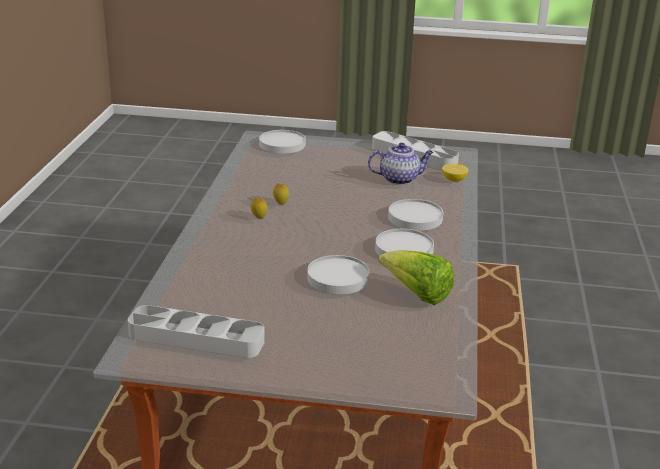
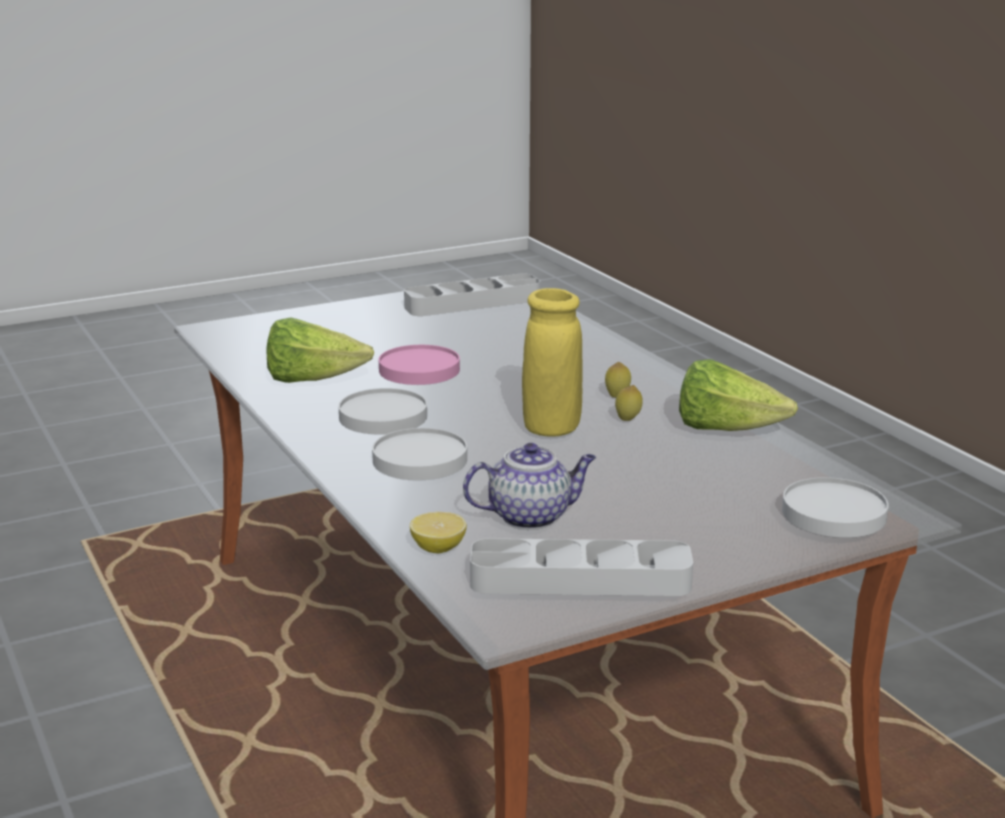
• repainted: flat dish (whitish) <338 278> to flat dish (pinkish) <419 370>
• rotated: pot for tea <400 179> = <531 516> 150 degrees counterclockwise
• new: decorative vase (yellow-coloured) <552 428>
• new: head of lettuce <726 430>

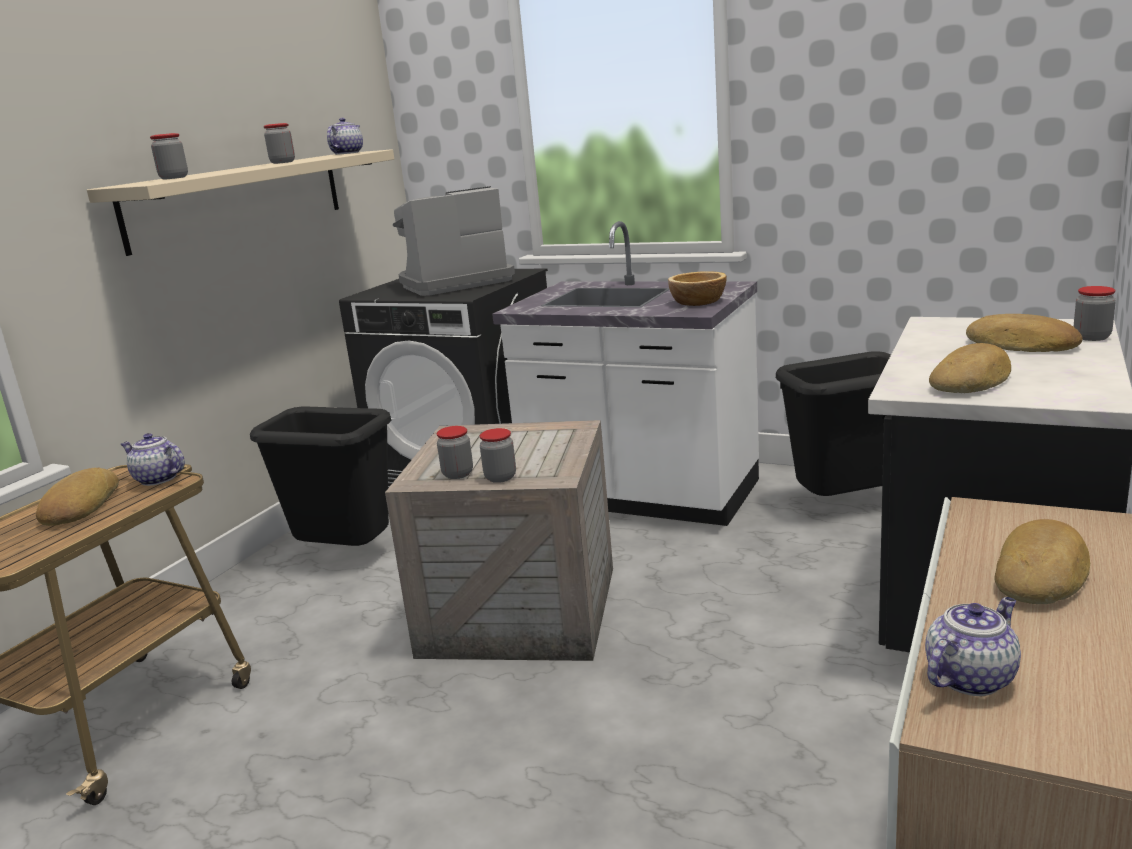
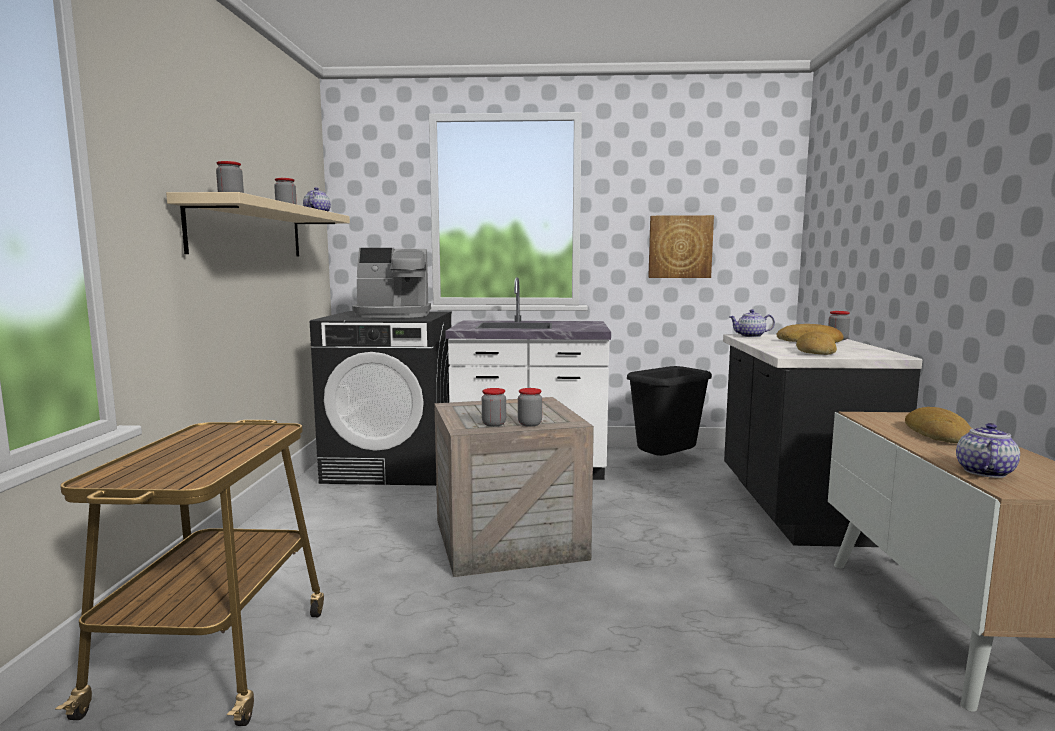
• gone: baked bread <79 506>
• shifted: pot for tea <157 479> to <750 336>
• gone: trash can (black) <347 557>
• rotated: coffee machine <453 283> = <393 315> 135 degrees counterclockwise
• gone: bowl <698 302>
• new: picture <680 247>

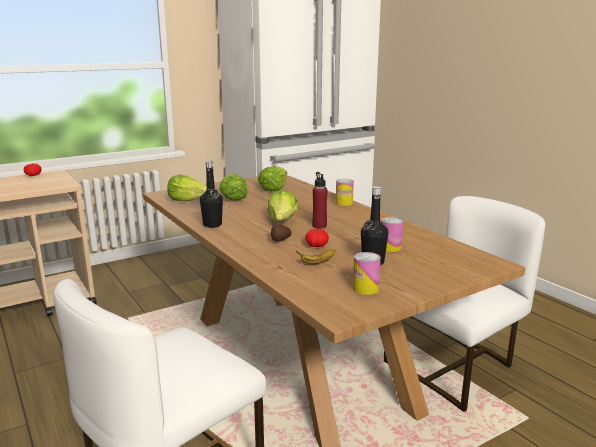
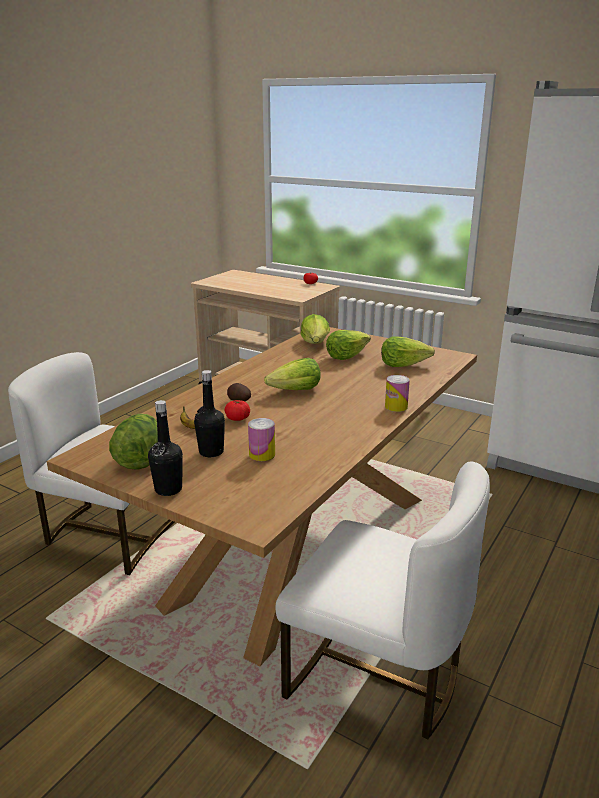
• shifted: bottle (black) <212 225> to <168 489>
• gone: bottle (red-coloured) <319 226>
• swapped: sealed can <365 289> to head of lettuce <140 459>

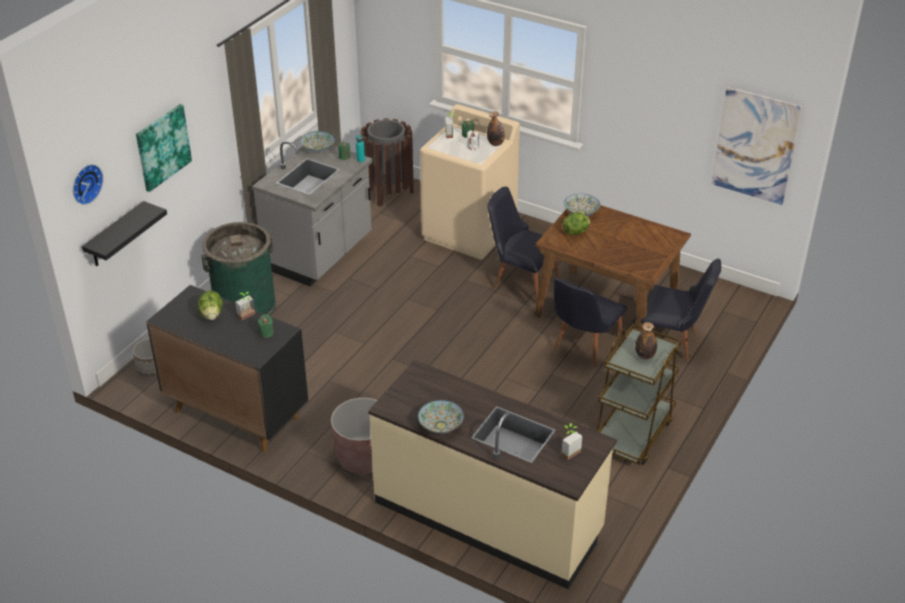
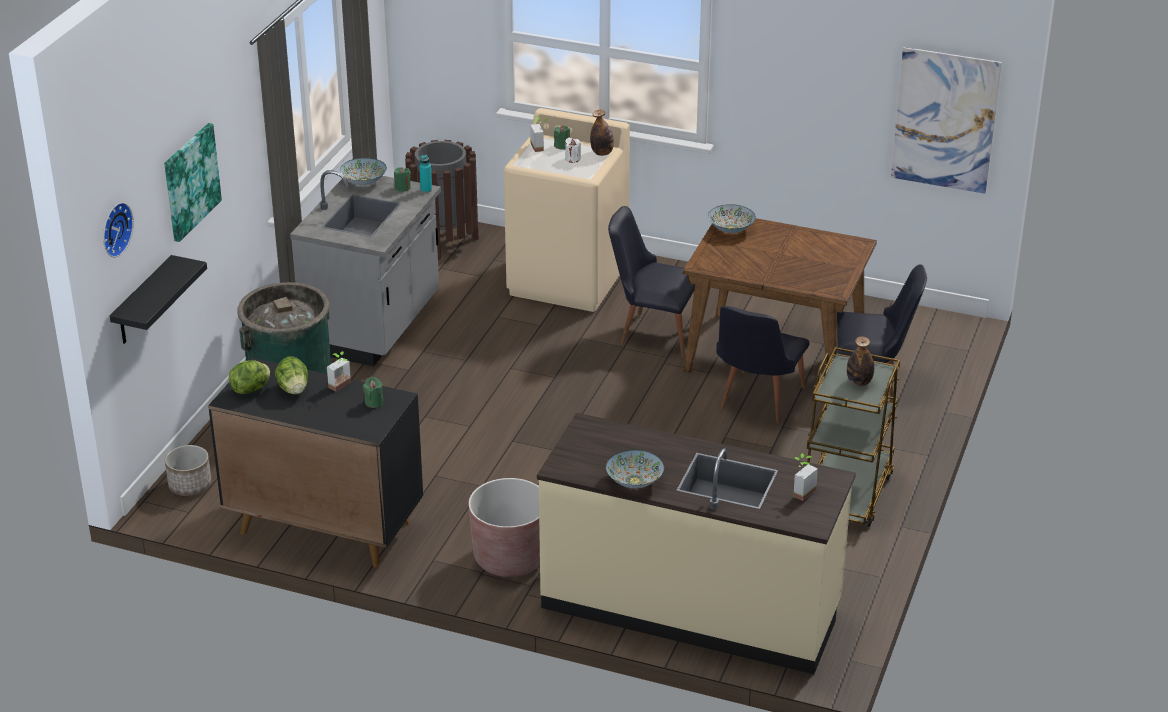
• shifted: head of lettuce <576 232> to <251 389>

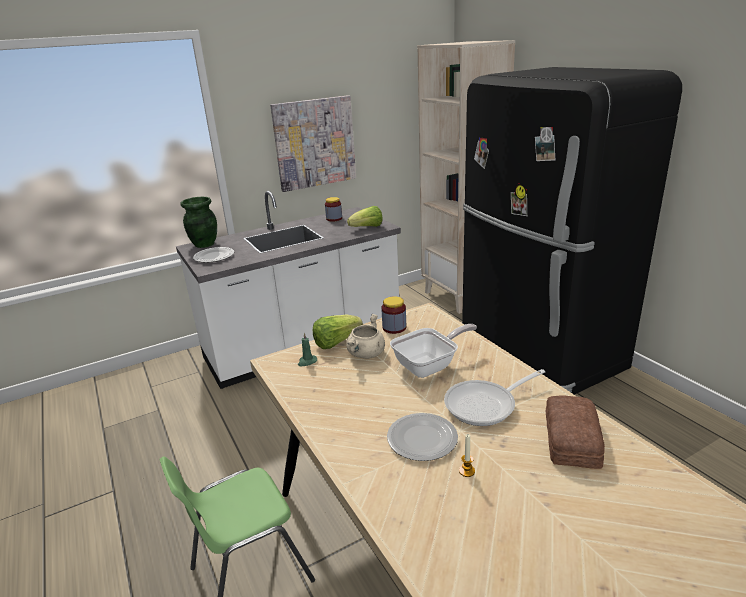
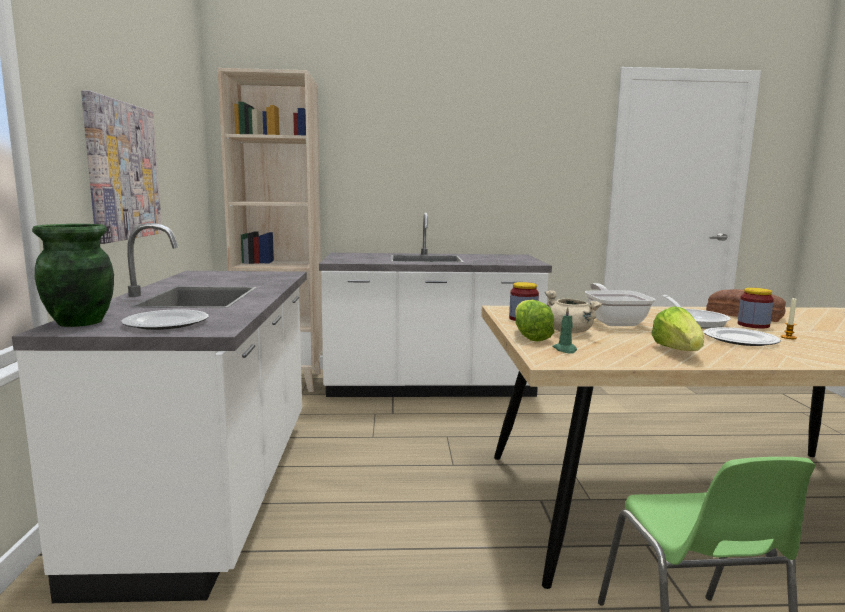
• shifted: storage jar <334 219> to <753 325>
• shifted: head of lettuce <367 227> to <677 351>
• swapped: fridge (black) <537 352> to kitchen base unit (whitish) <430 387>

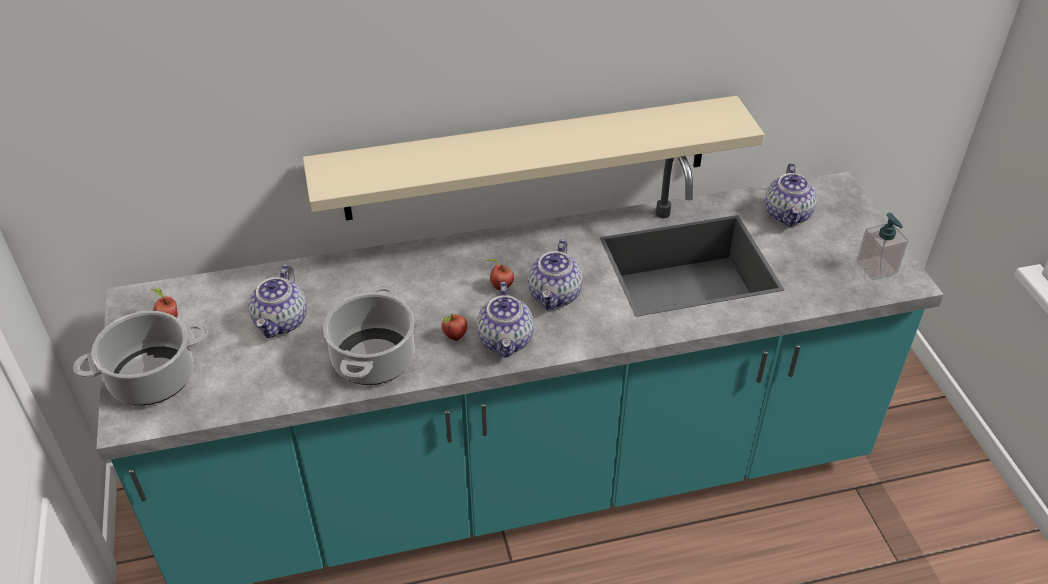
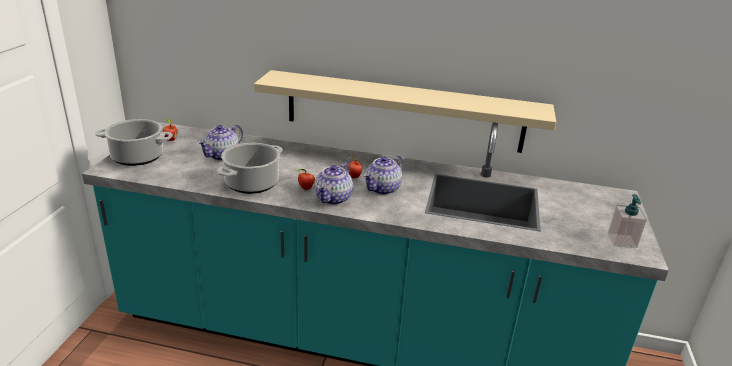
• gone: pot for tea <788 215>

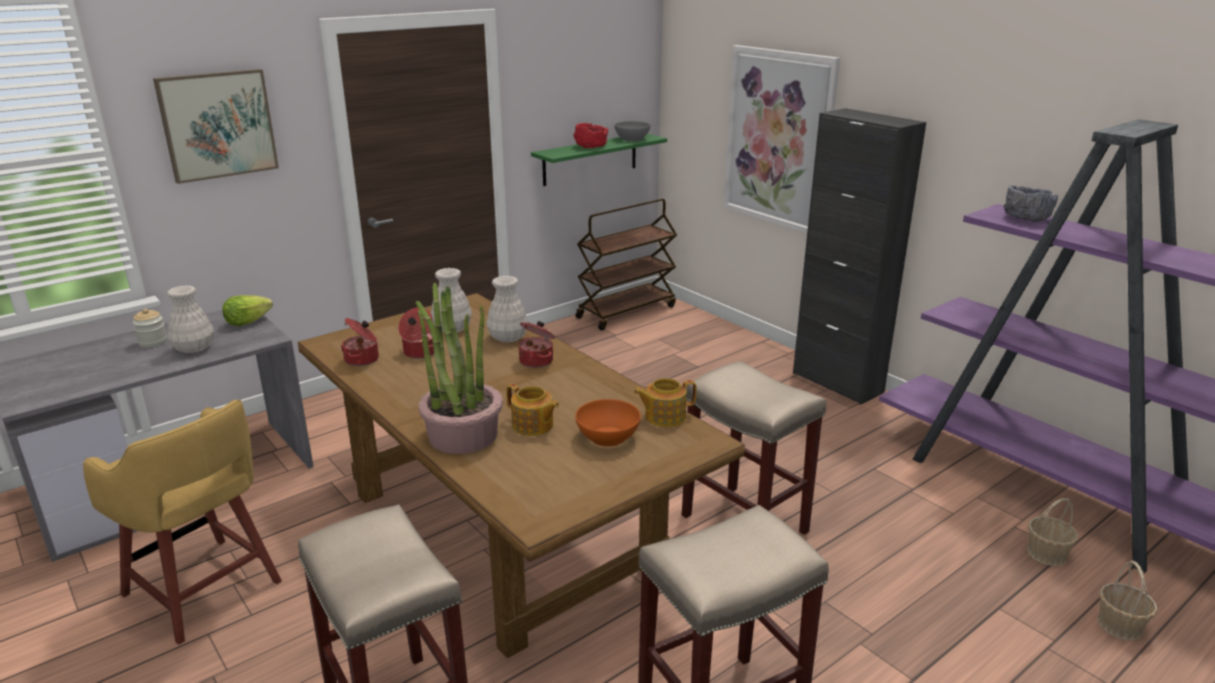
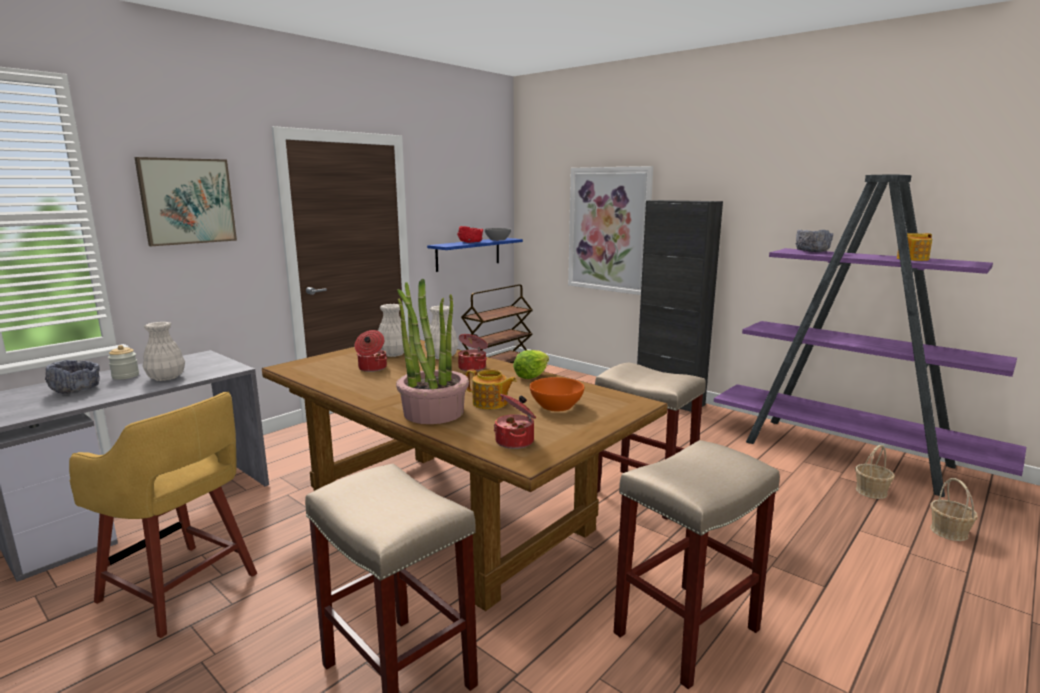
• shifted: head of lettuce <247 322> to <531 376>
• shifted: stockpot <363 359> to <516 441>
• repainted: bracket shelf (greenish) <590 159> to bracket shelf (bluish) <468 254>
• shifted: pot for tea <664 416> to <911 259>
• new: bowl (greyish) <76 389>

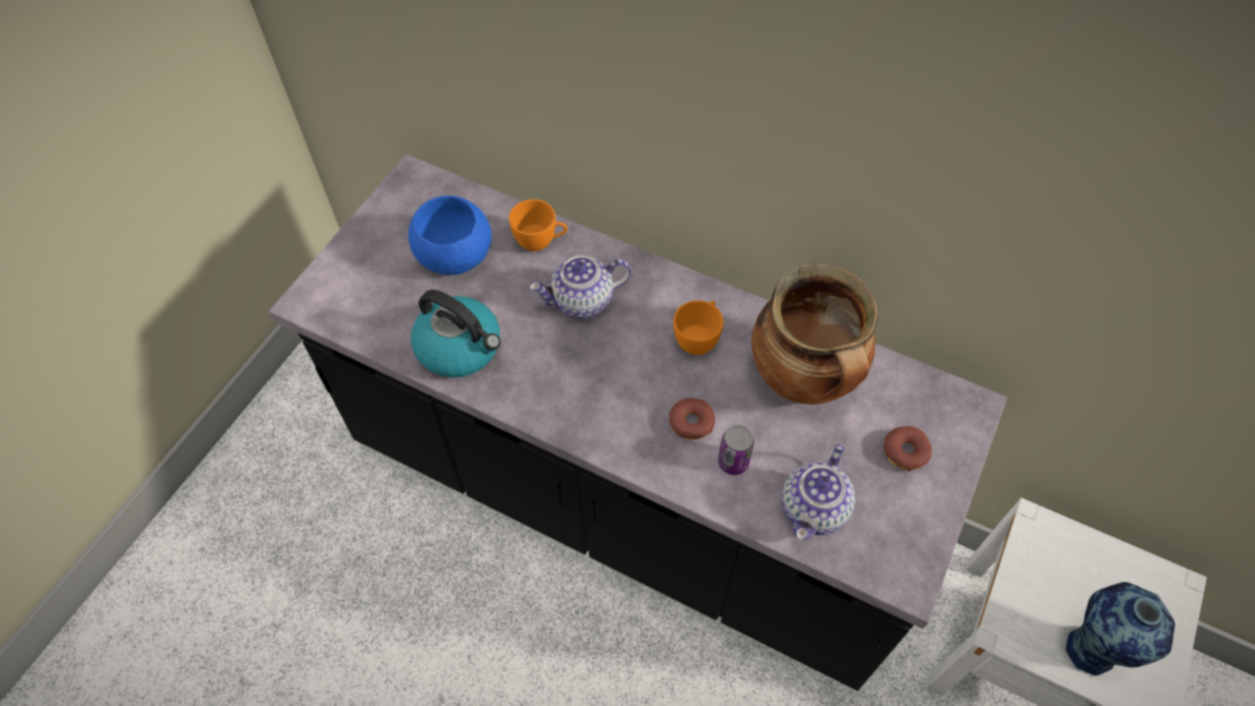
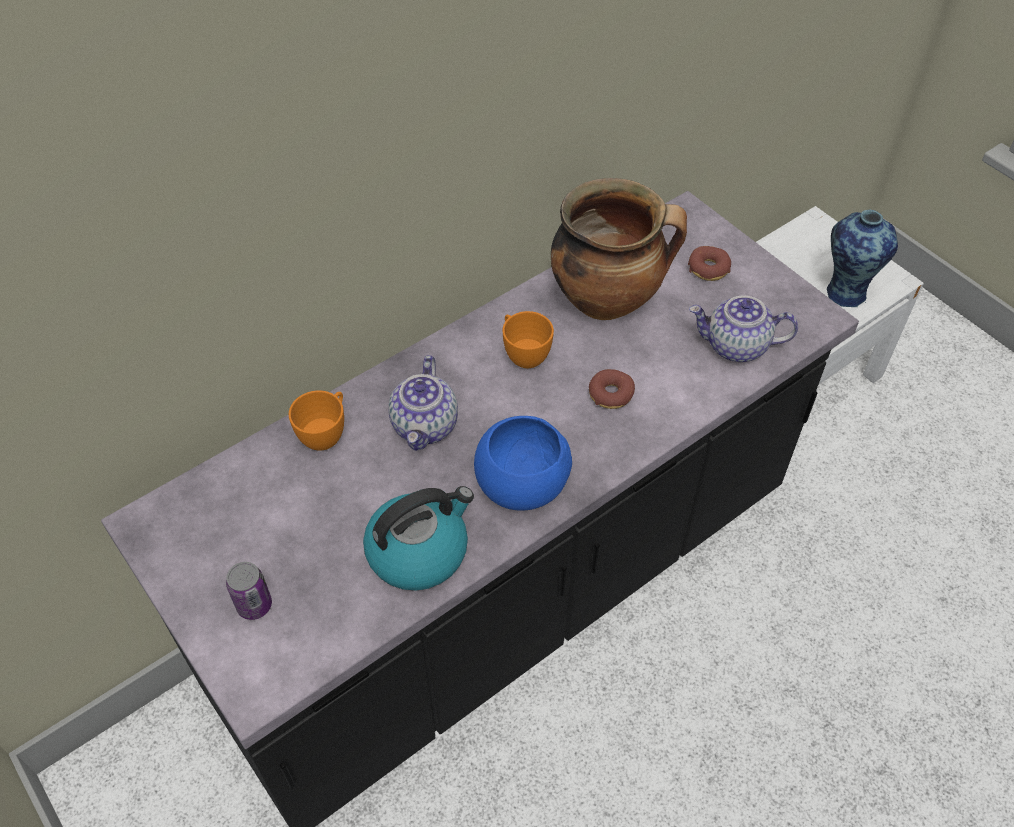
• shifted: bowl (bluish) <453 257> to <523 486>
• shifted: sealed can <733 462> to <254 605>
• rotated: pot for tea <814 510> = <735 346> 135 degrees clockwise

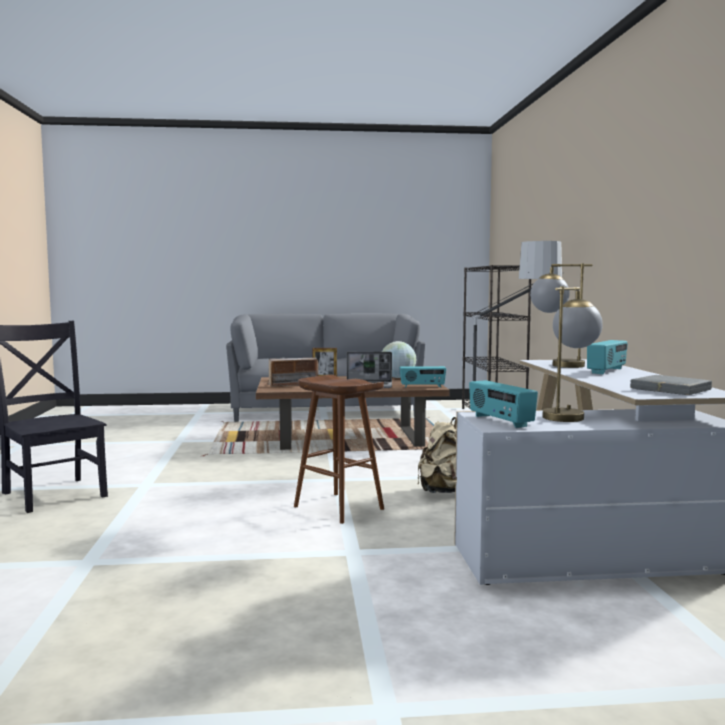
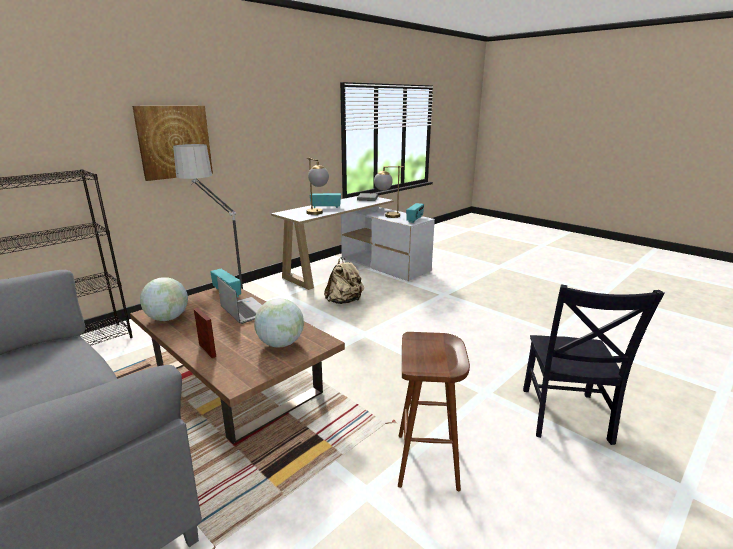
• swapped: radio set <293 385> to globe <280 344>
• shifted: stool (brownish) <337 508> to <428 462>
• new: picture <174 142>

